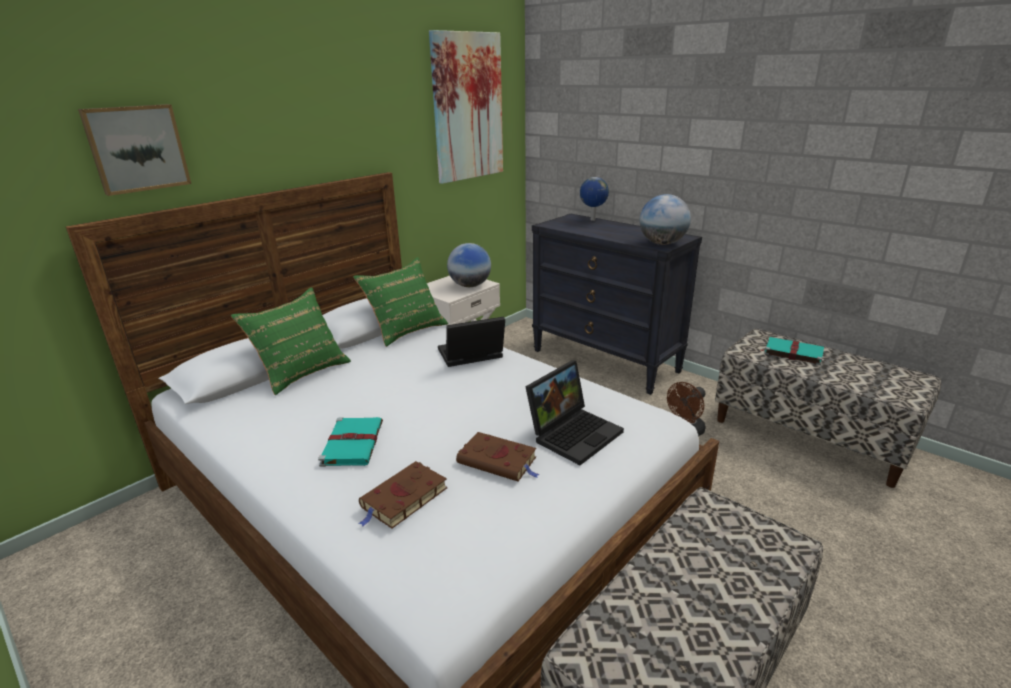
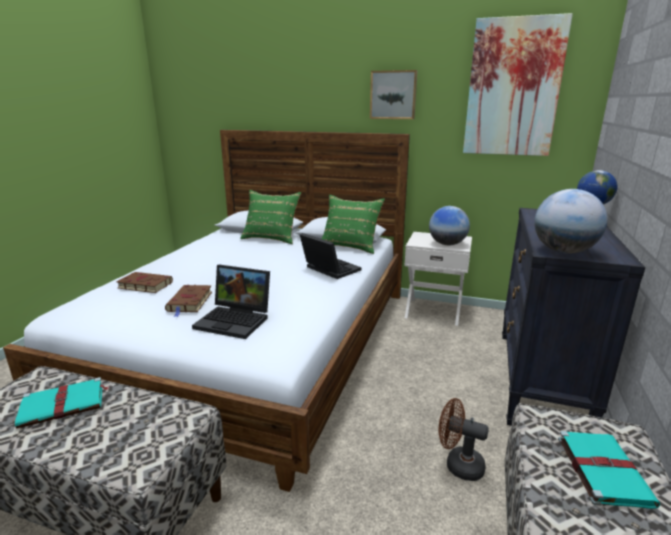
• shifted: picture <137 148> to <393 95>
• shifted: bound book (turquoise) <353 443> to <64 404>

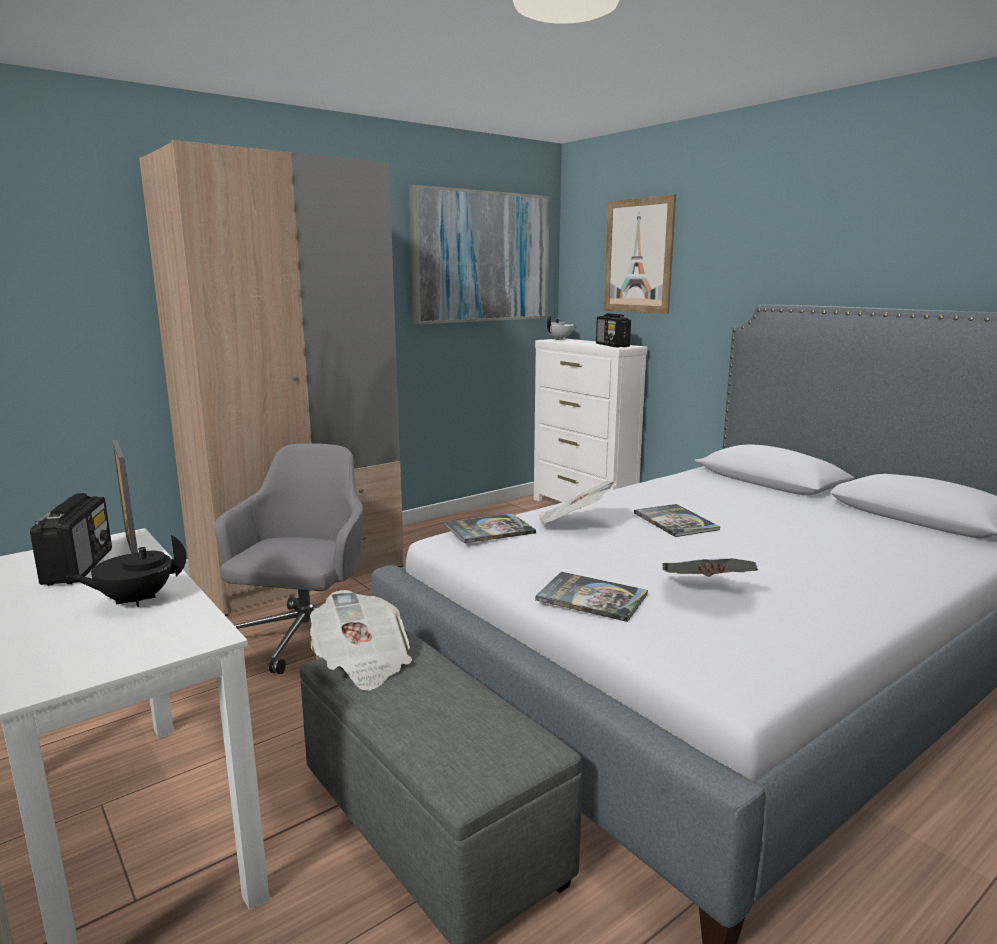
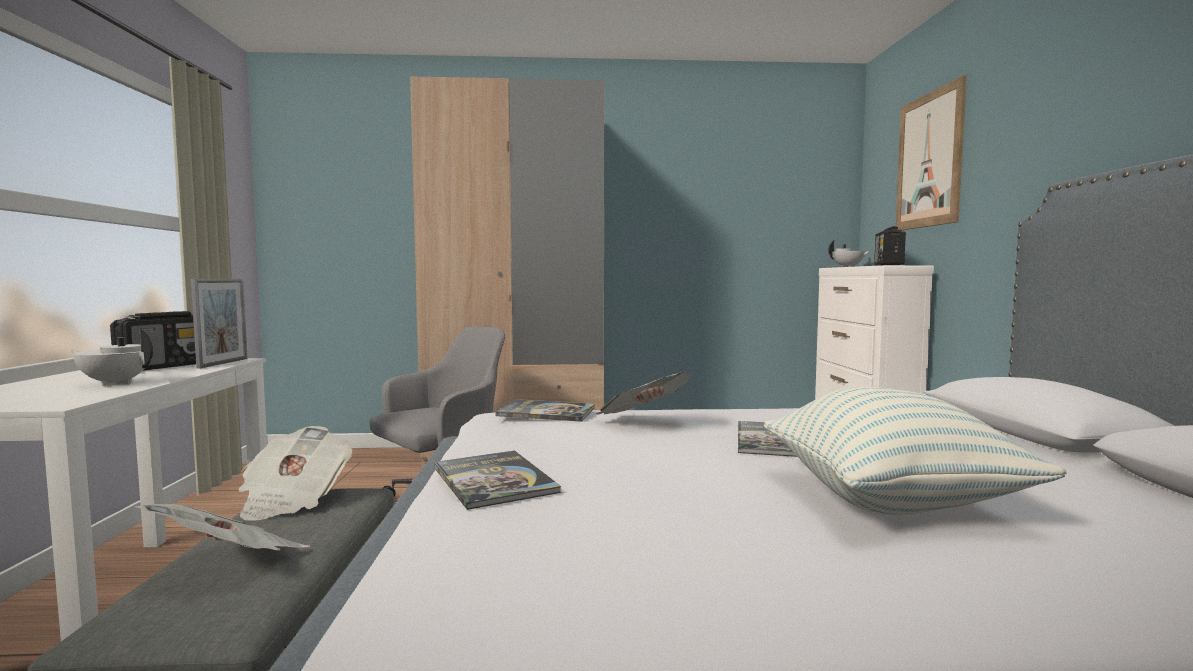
• repainted: pot for tea (black) <135 600> to pot for tea (whitish) <115 383>
• gone: picture <480 257>
• shifted: newspaper <706 592> to <231 563>
• new: cushion <890 501>

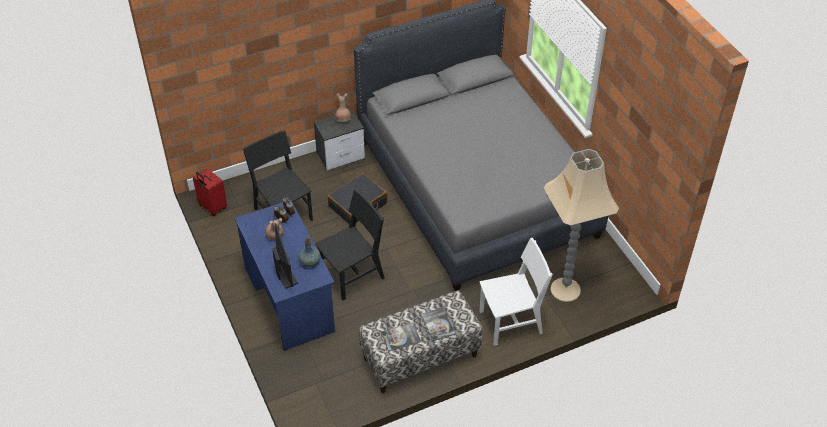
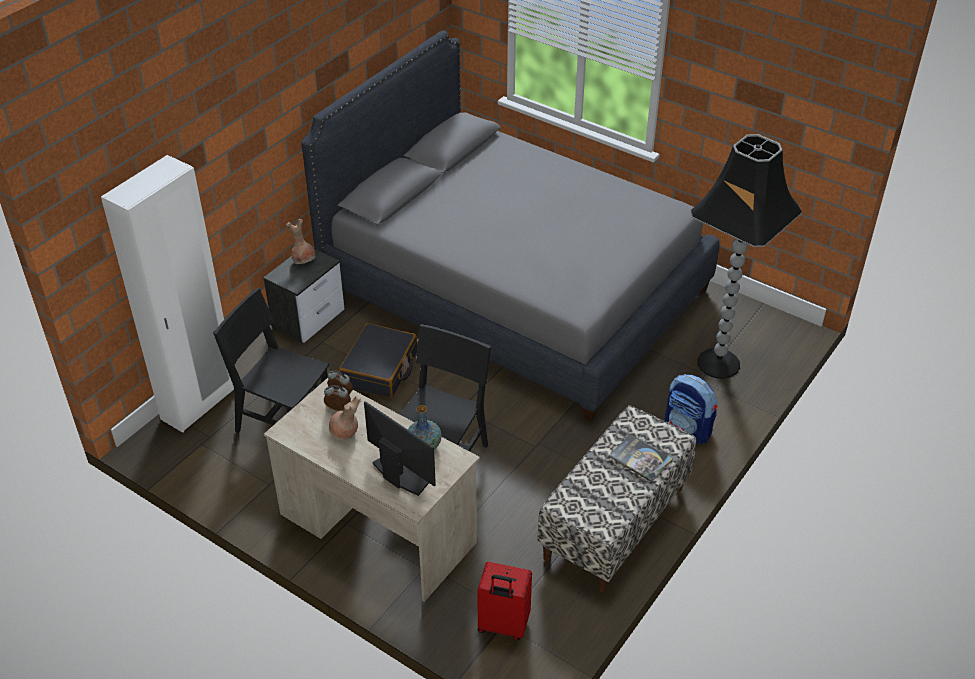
• shifted: piece of luggage (red-coloured) <212 207> to <503 626>
• repainted: desk table (bluish) <289 299> to desk table (sand-coloured) <377 528>
• gone: bound book <400 337>
• swapped: upright chair (whitish) <510 322> to knapsack <688 429>
• repainted: floor lamp (sand-coloured) <565 290> to floor lamp (black) <718 364>
• new: wardrobe (whitish) <200 404>

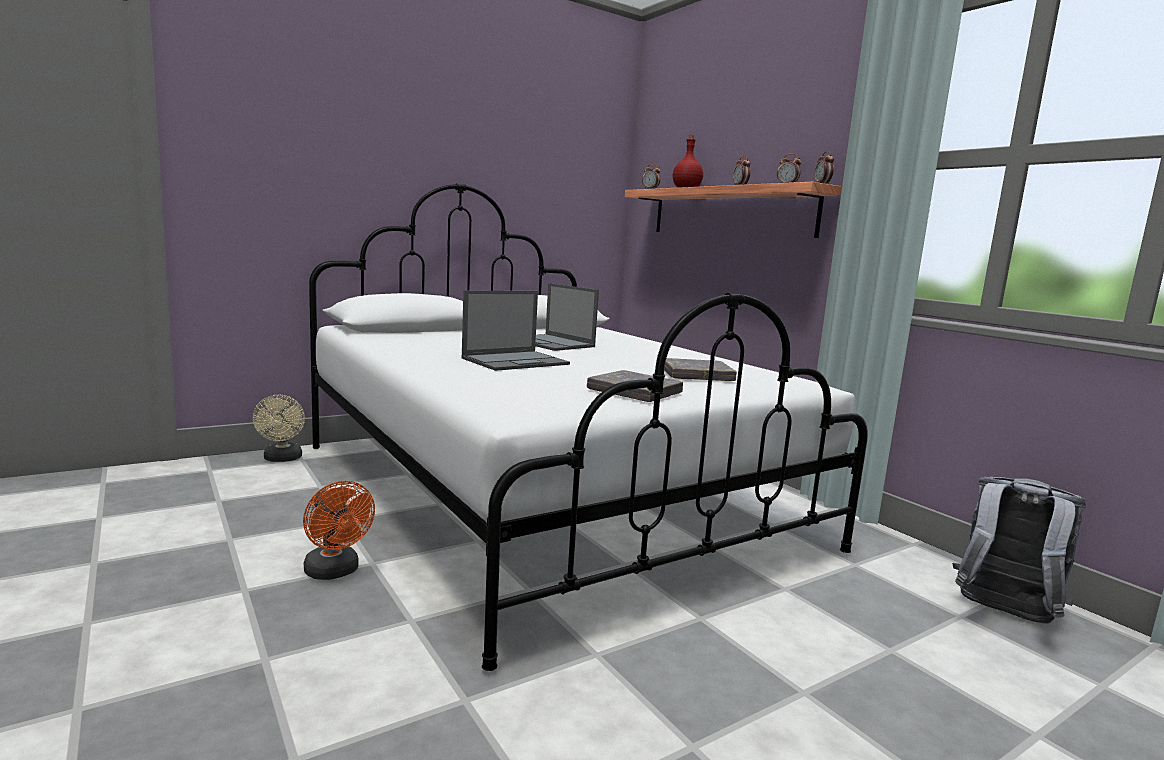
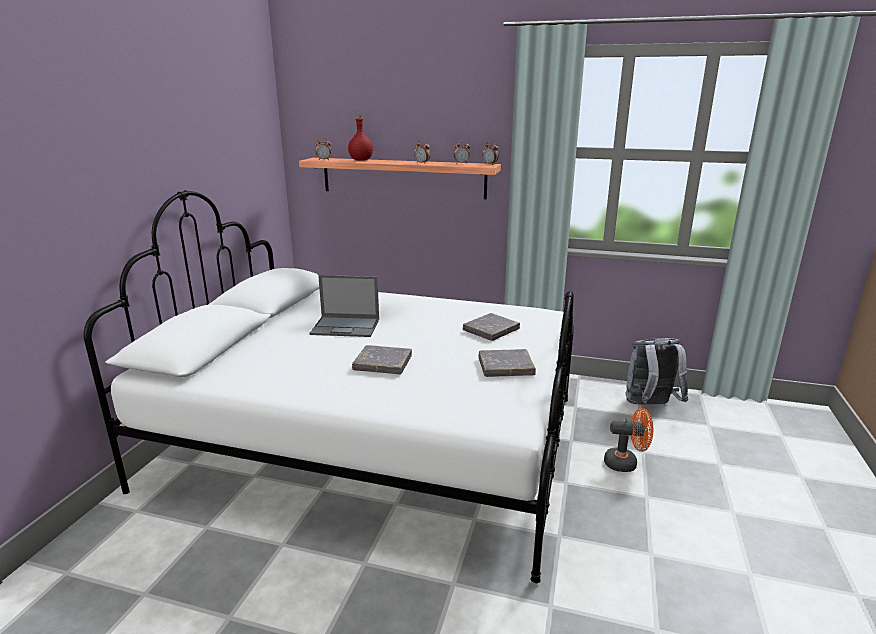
• gone: cooling fan (sand-coloured) <282 459>
• shifted: cooling fan (orangey) <335 572> to <626 463>
• swapped: portable computer <516 361> to bound book (greyish) <383 363>

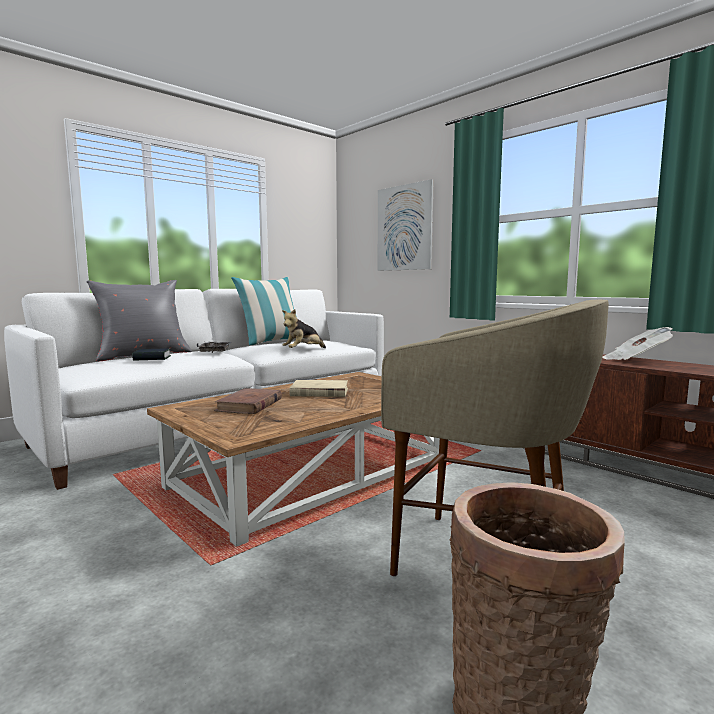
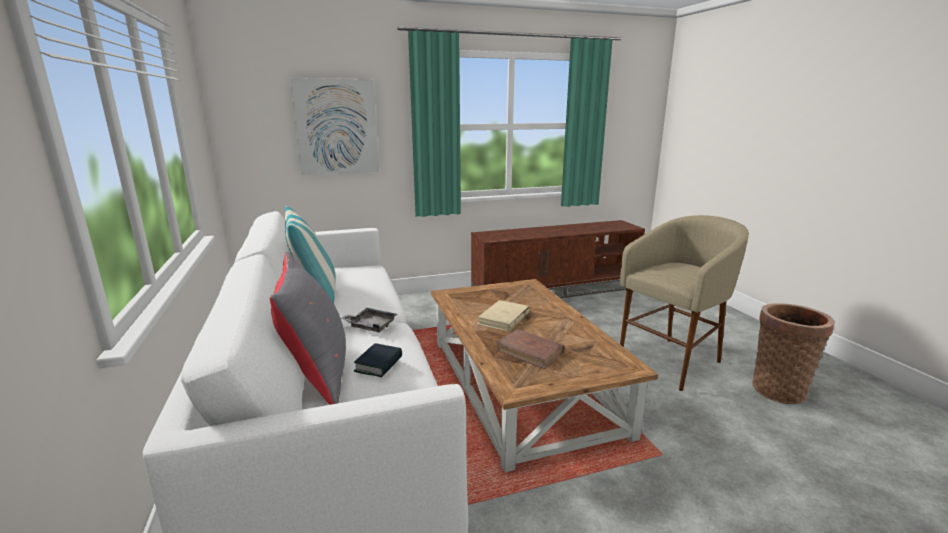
• gone: cuddly toy <303 351>
• gone: newspaper <635 360>

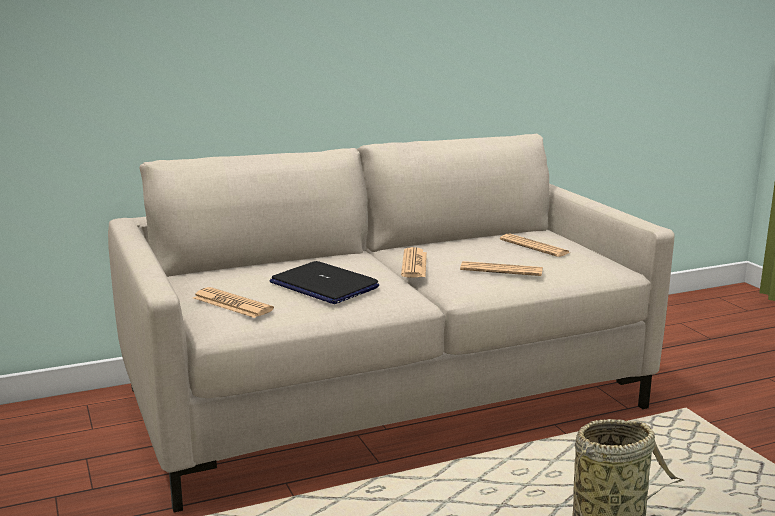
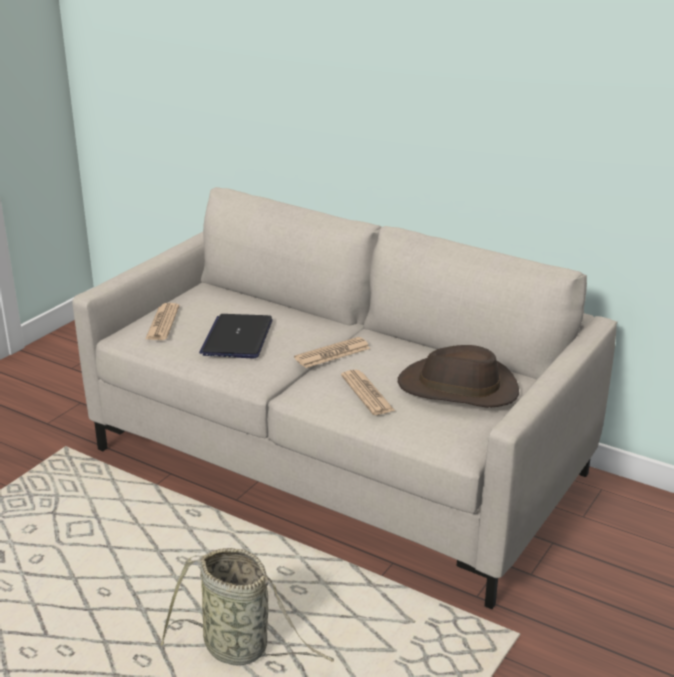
• swapped: newspaper <534 246> to clothing hat (brownish) <458 389>

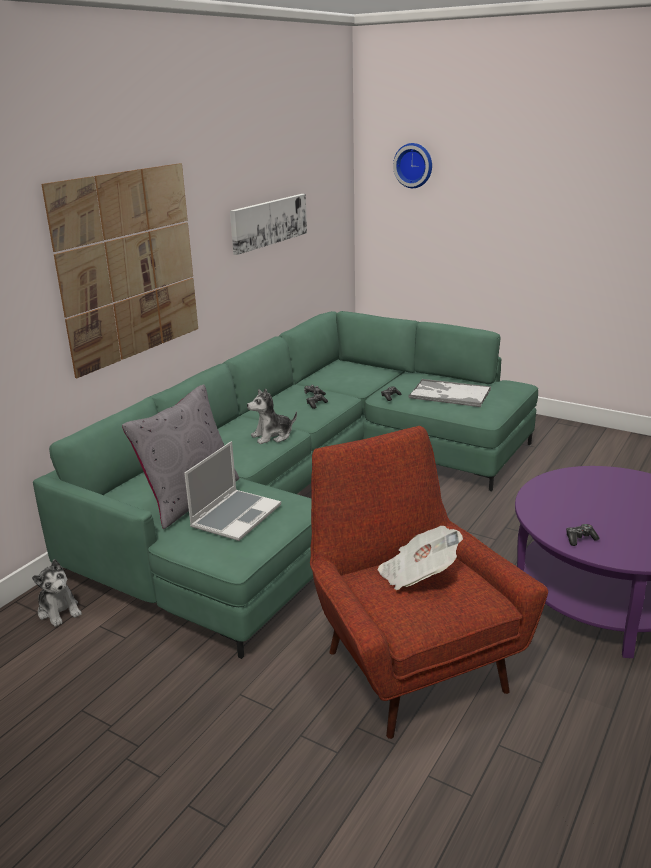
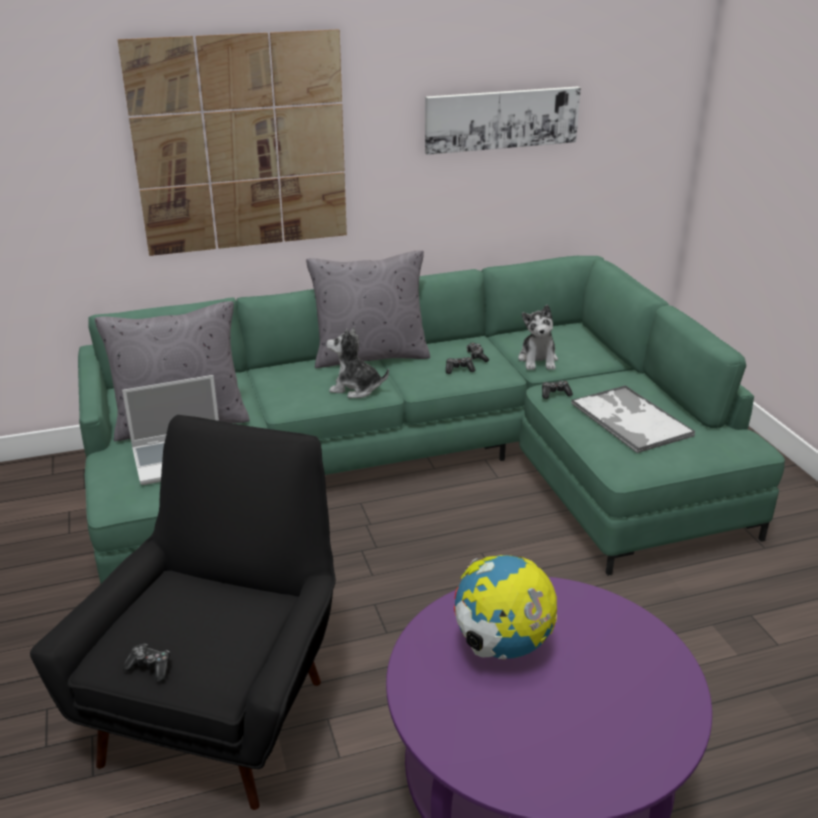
• shifted: cuddly toy <59 610> to <538 360>
• repainted: easy chair (red-coloured) <409 663> to easy chair (black) <221 710>
• gone: newspaper <418 575>
• gone: clock on the wall <414 165>
• shifted: gamepad <580 539> to <150 667>
• new: cushion (greyish) <370 355>
• new: globe <501 646>

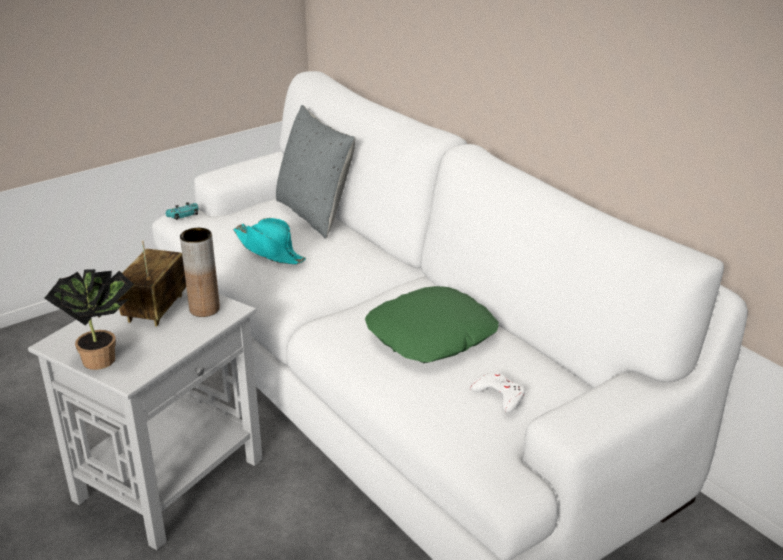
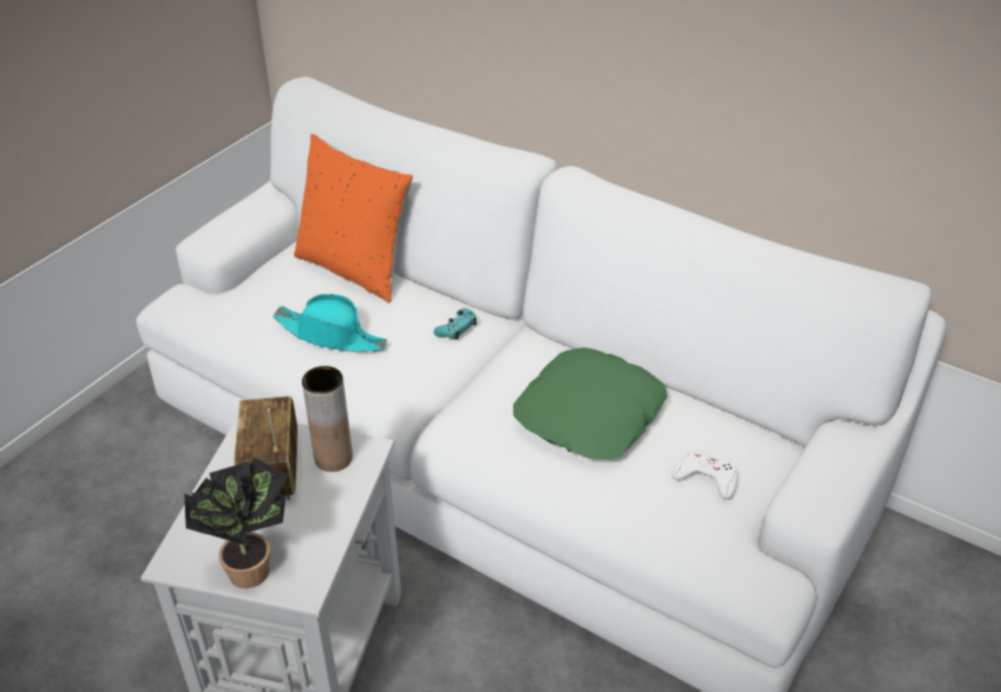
• shifted: gamepad (turquoise) <183 215> to <456 329>
• repainted: cushion (greyish) <315 214> to cushion (orangey) <355 268>

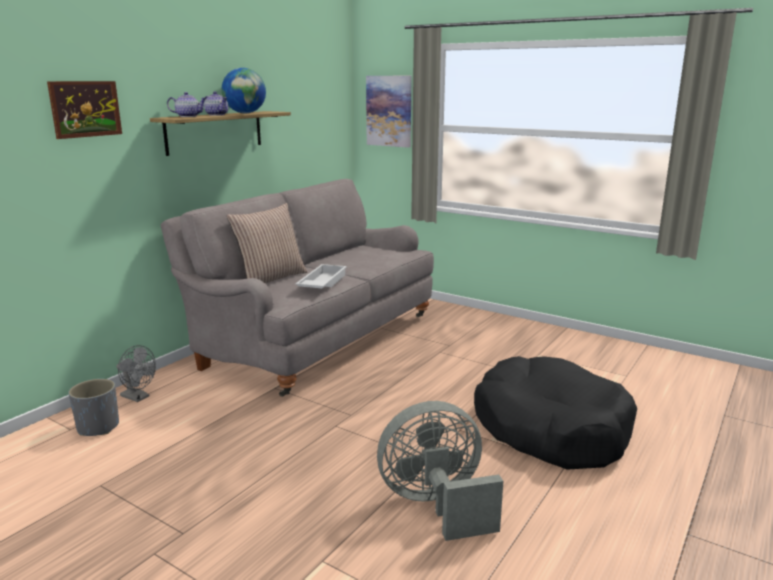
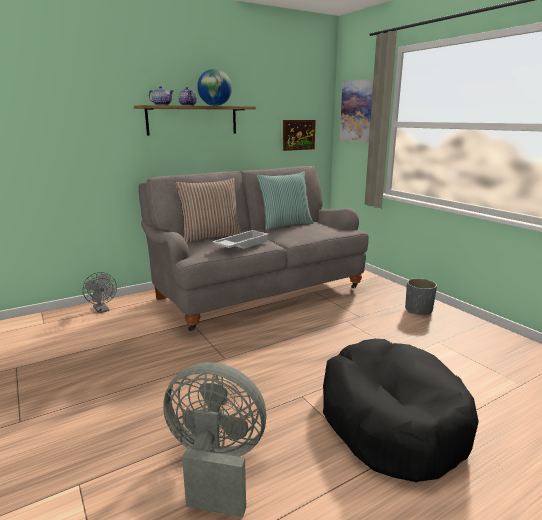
• shifted: picture <85 109> to <298 135>
• shifted: planter (greyish) <98 427> to <418 310>
• new: cushion <285 225>

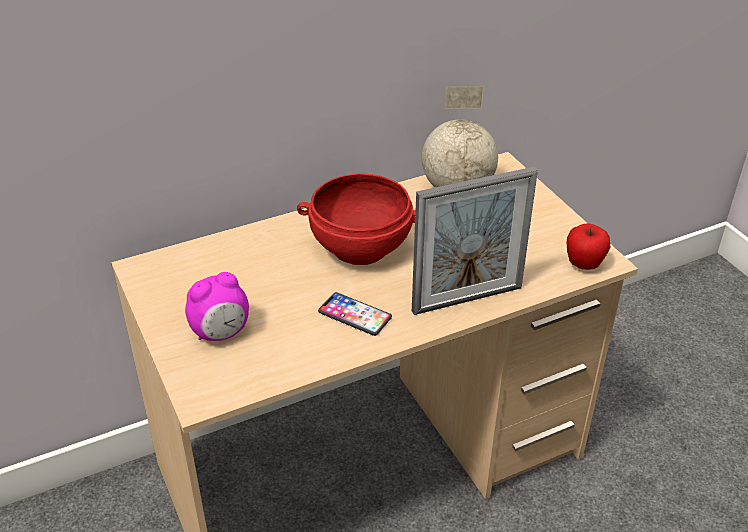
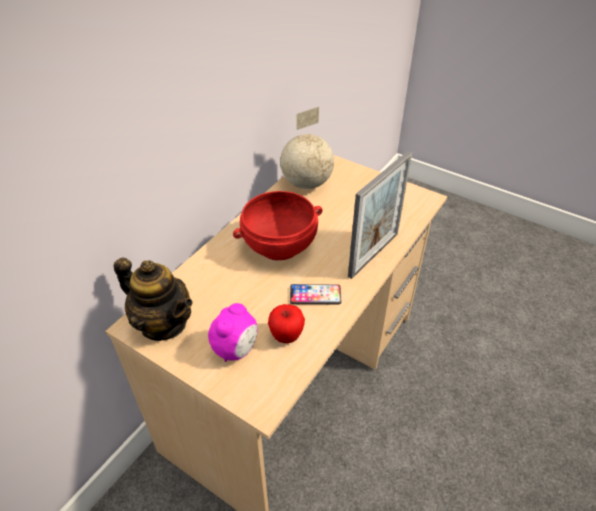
• shifted: whole apple <584 265> to <286 336>
• new: pot for tea <163 324>

